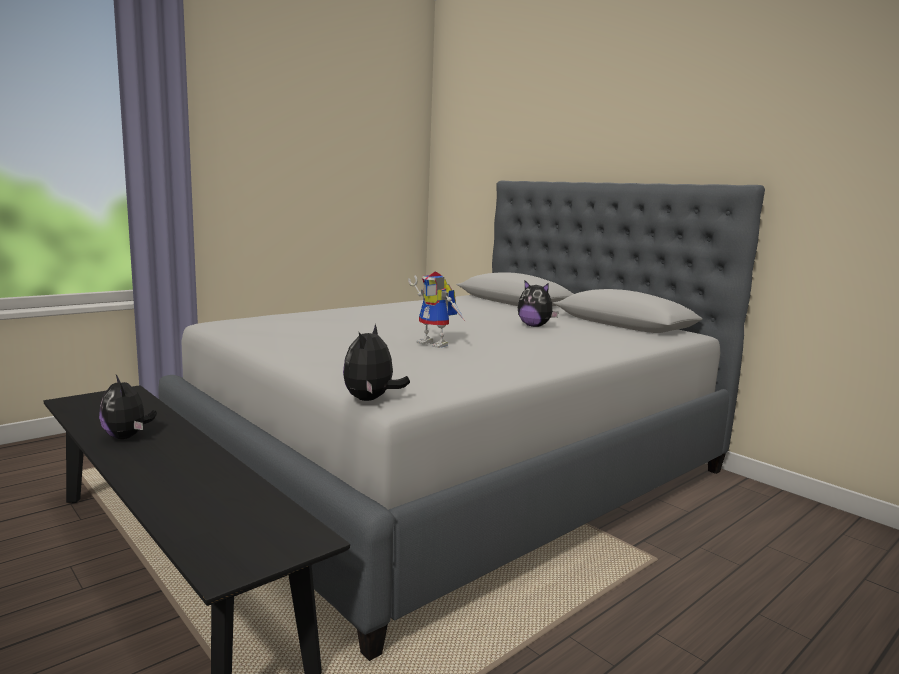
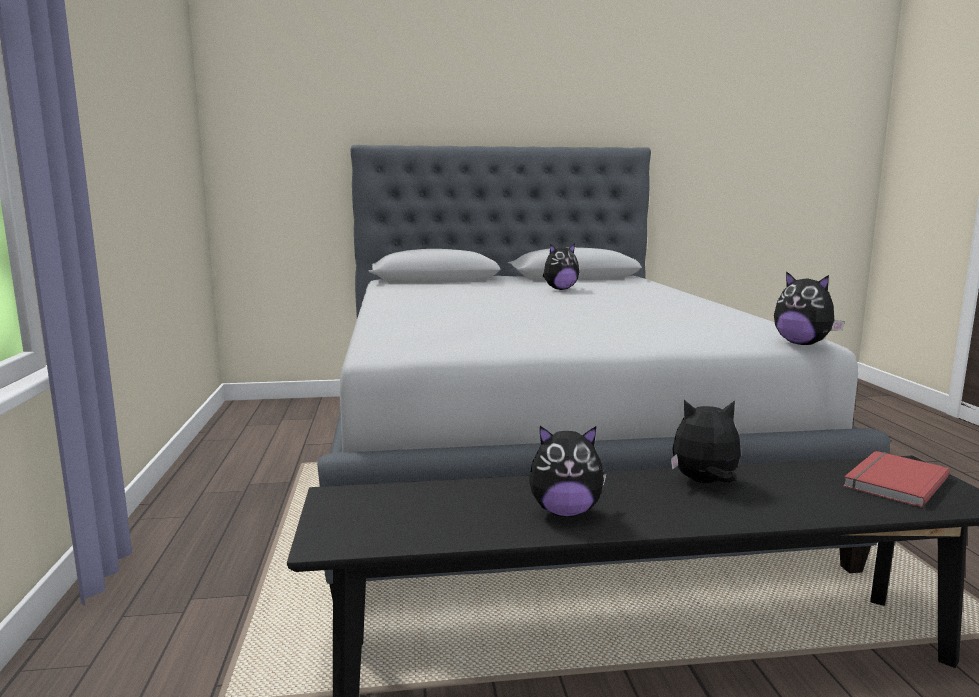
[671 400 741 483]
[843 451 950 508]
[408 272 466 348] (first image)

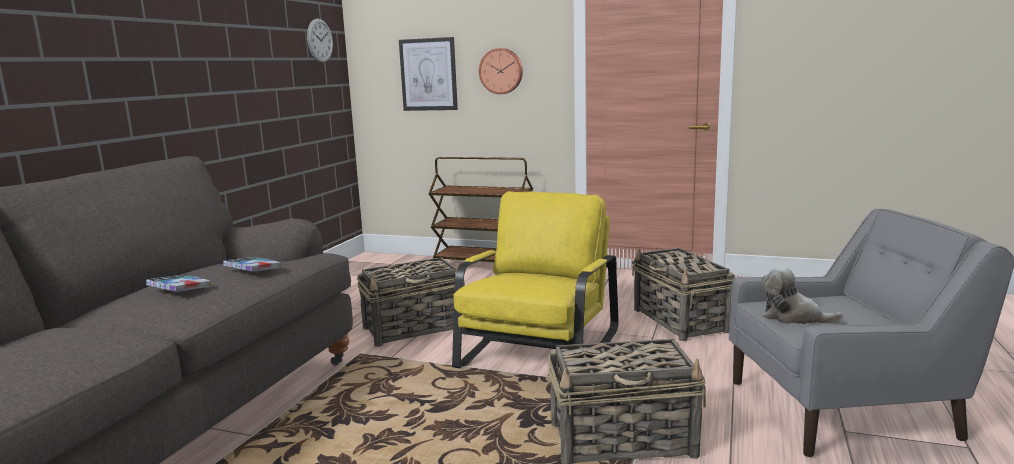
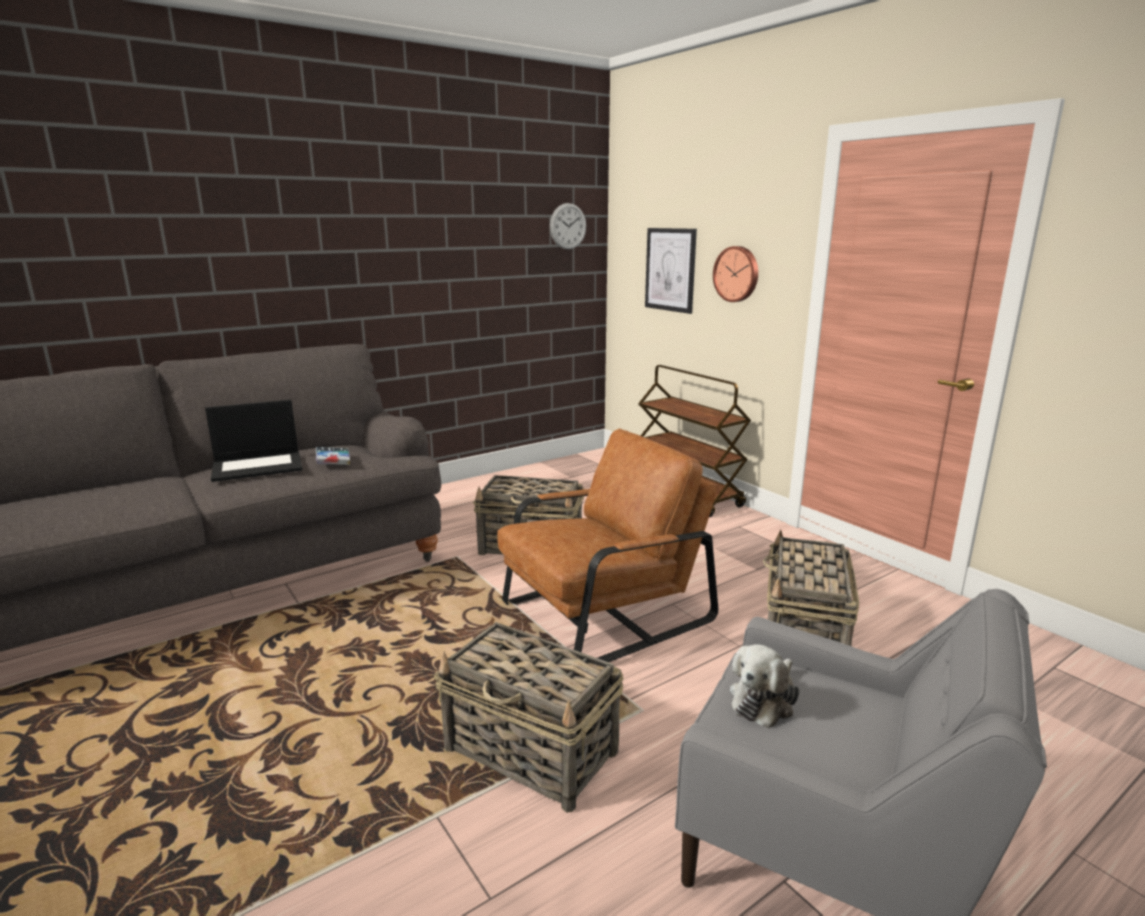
[205 400 302 482]
[497 428 718 662]
[730 644 800 728]

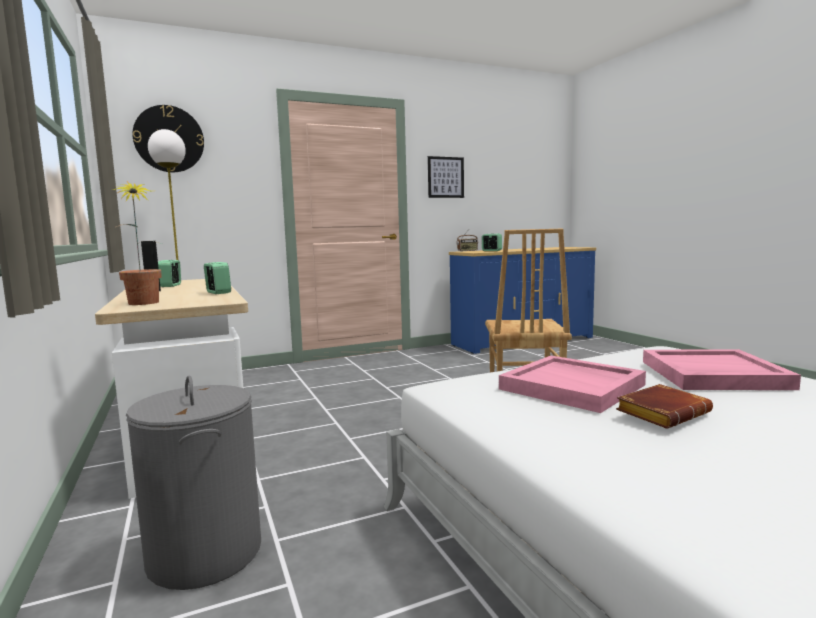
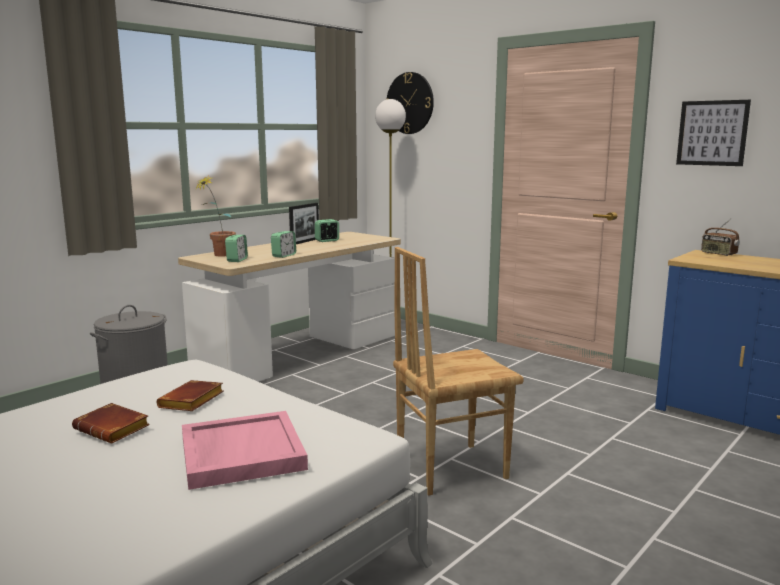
[157 380 224 411]
[225 235 248 262]

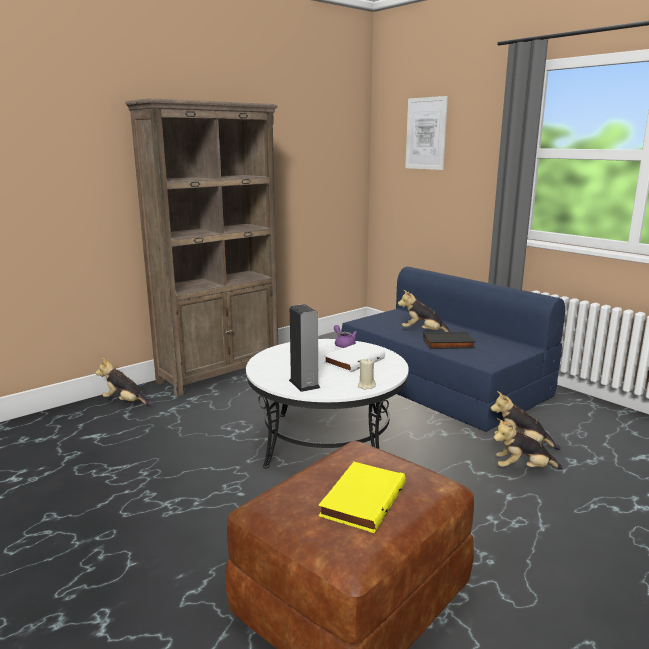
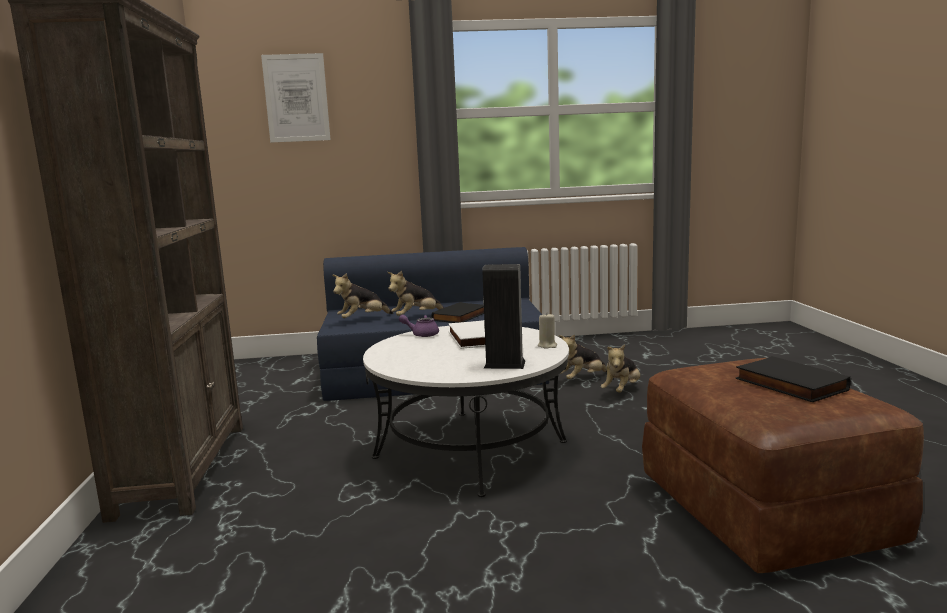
[332 273 393 318]
[735 356 851 402]

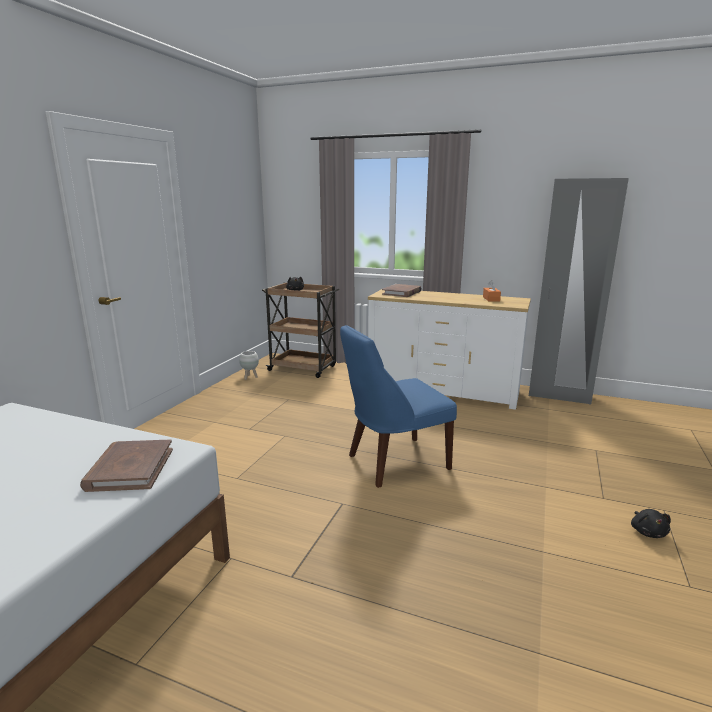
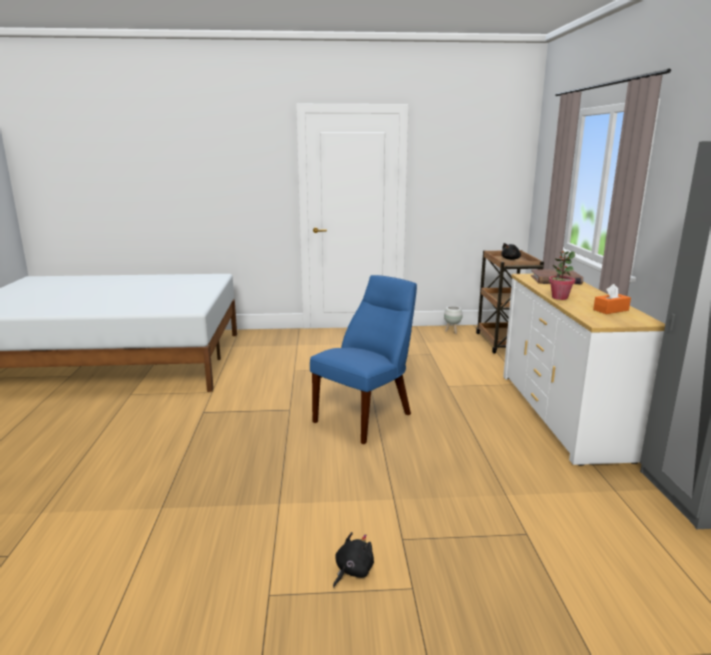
[310 275 417 444]
[333 532 374 587]
[549 251 575 300]
[80 439 173 492] (first image)

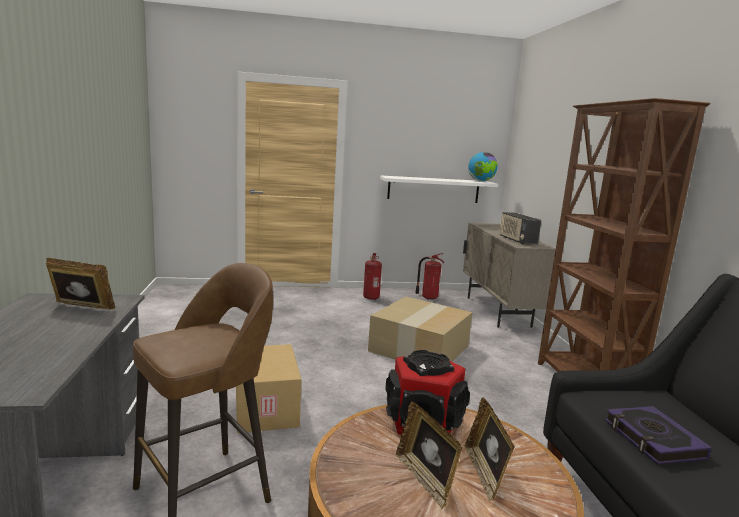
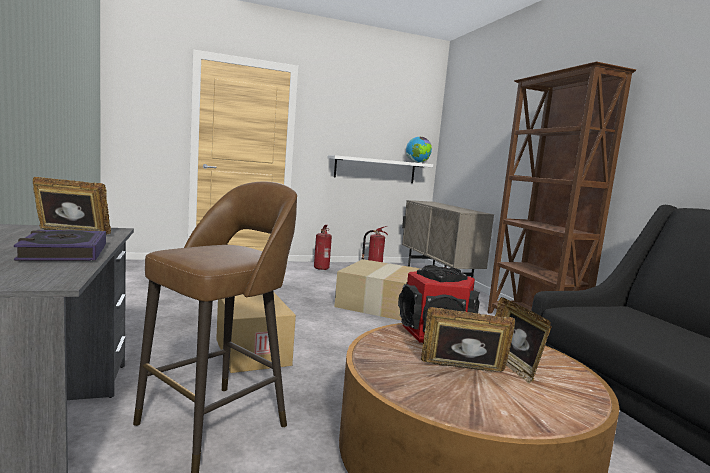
[14 230 106 261]
[421 307 515 372]
[499 212 541 245] (first image)

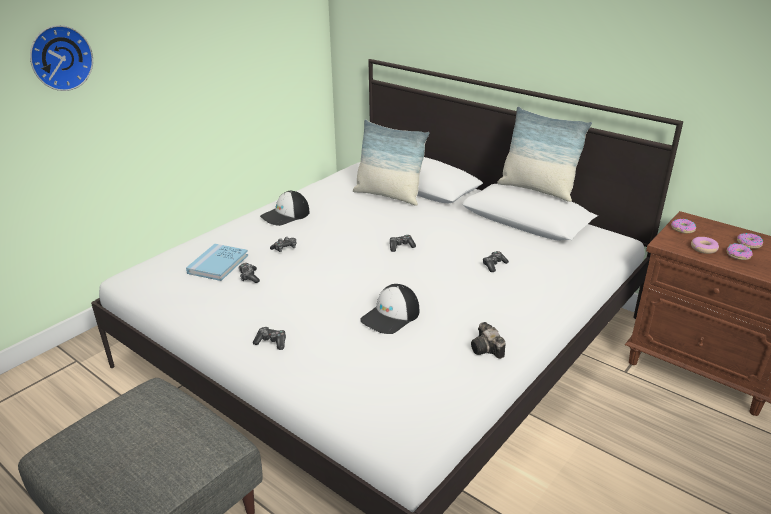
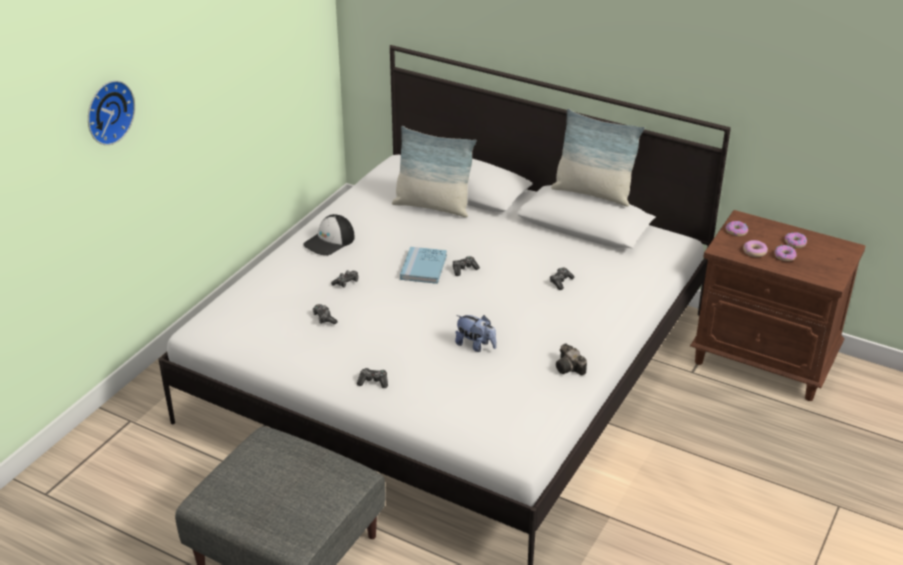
[400 246 447 284]
[455 315 497 352]

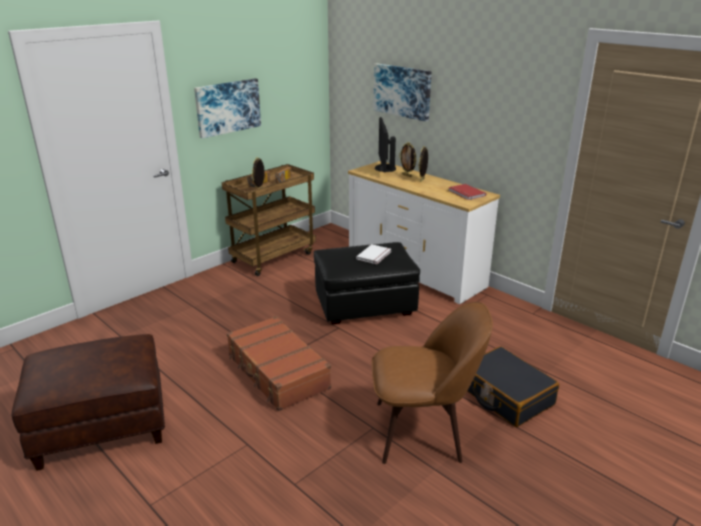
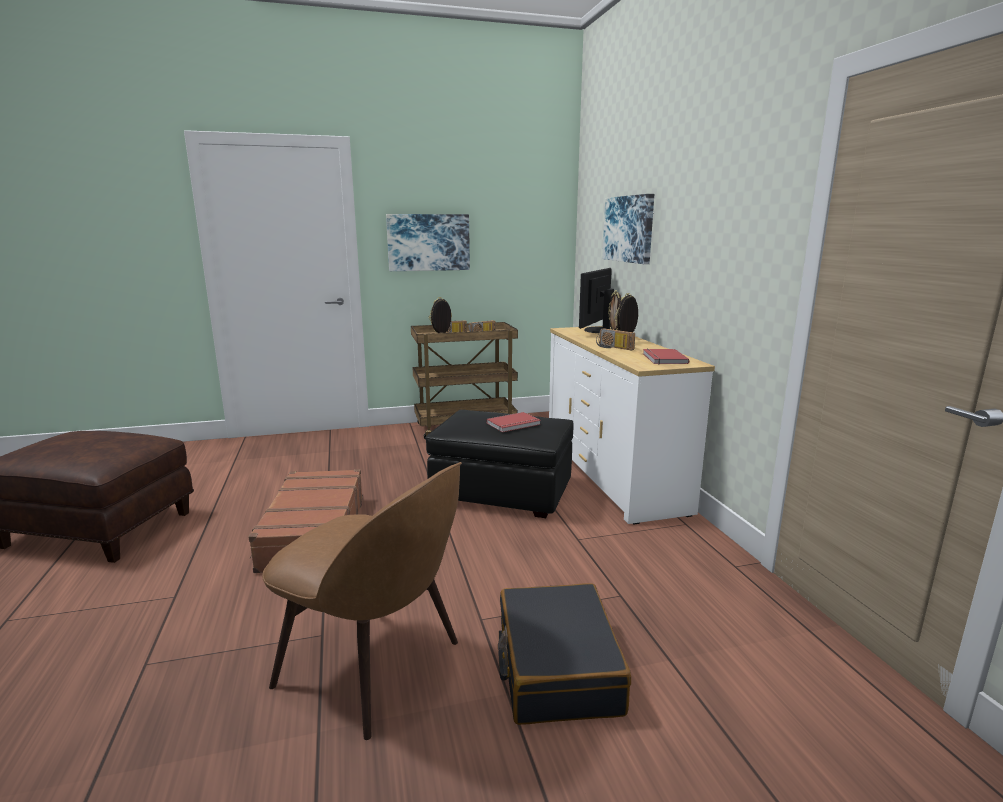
[486 412 541 432]
[596 328 635 350]

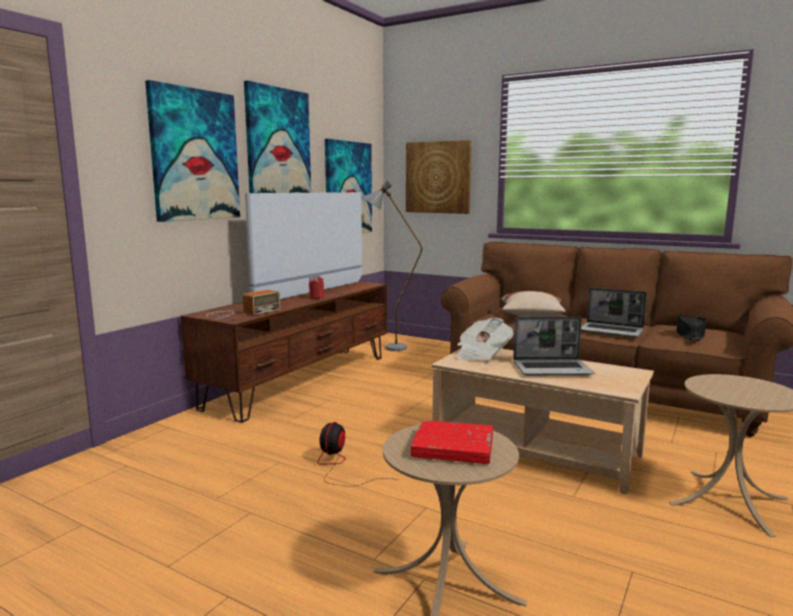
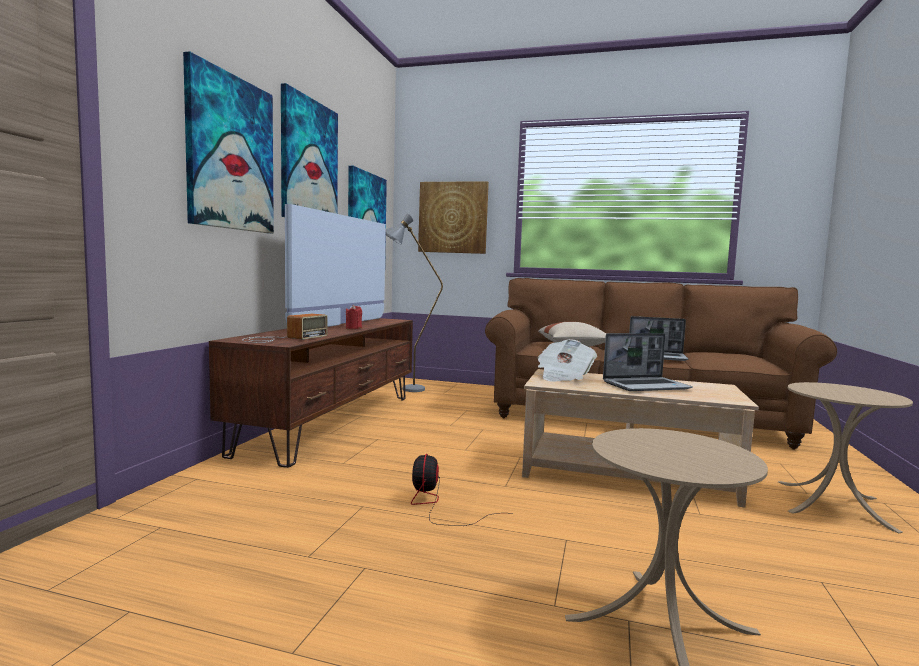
[410 420 493 464] (first image)
[677 313 707 340] (first image)

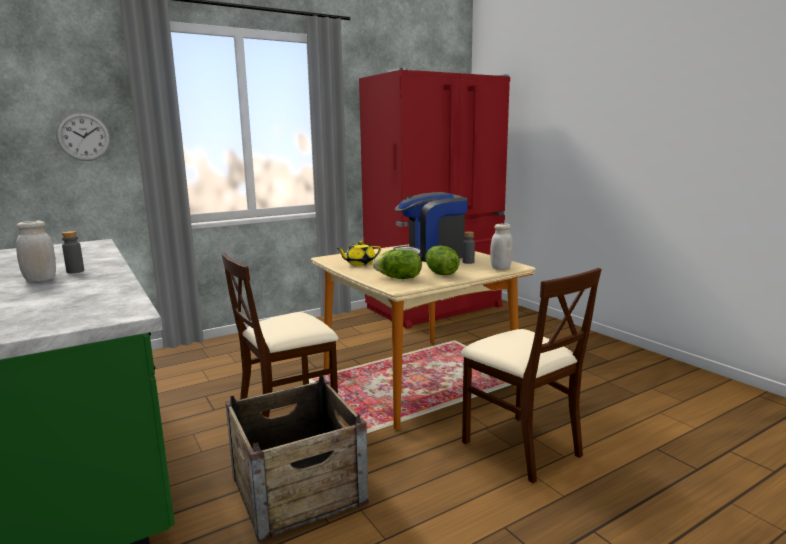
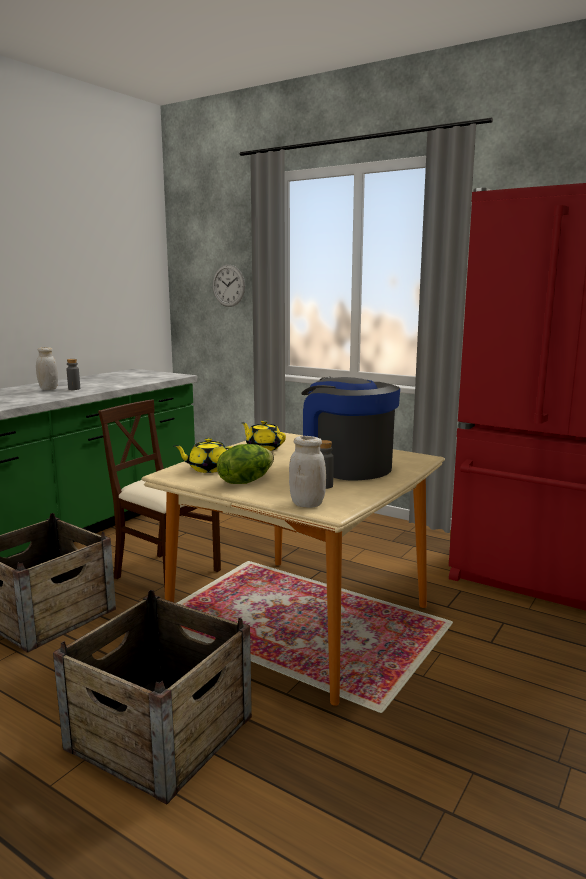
[53 590 252 804]
[174 438 232 473]

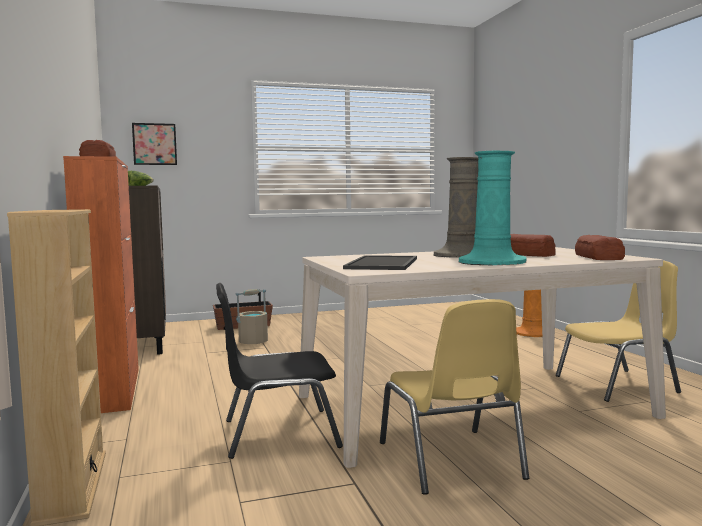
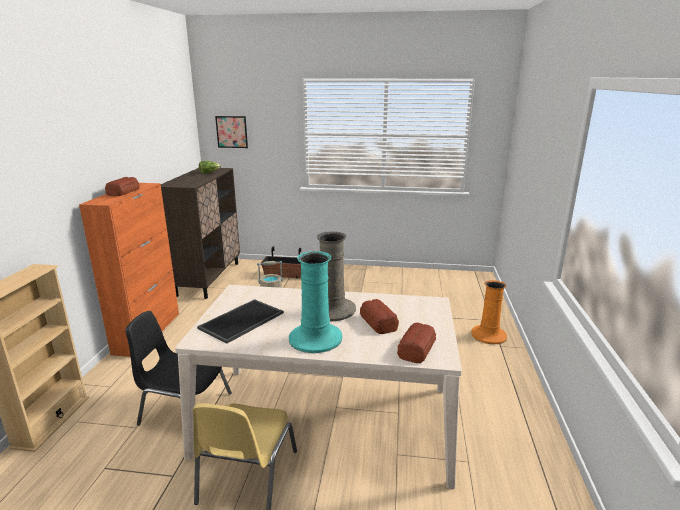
[556 260 681 402] (first image)

